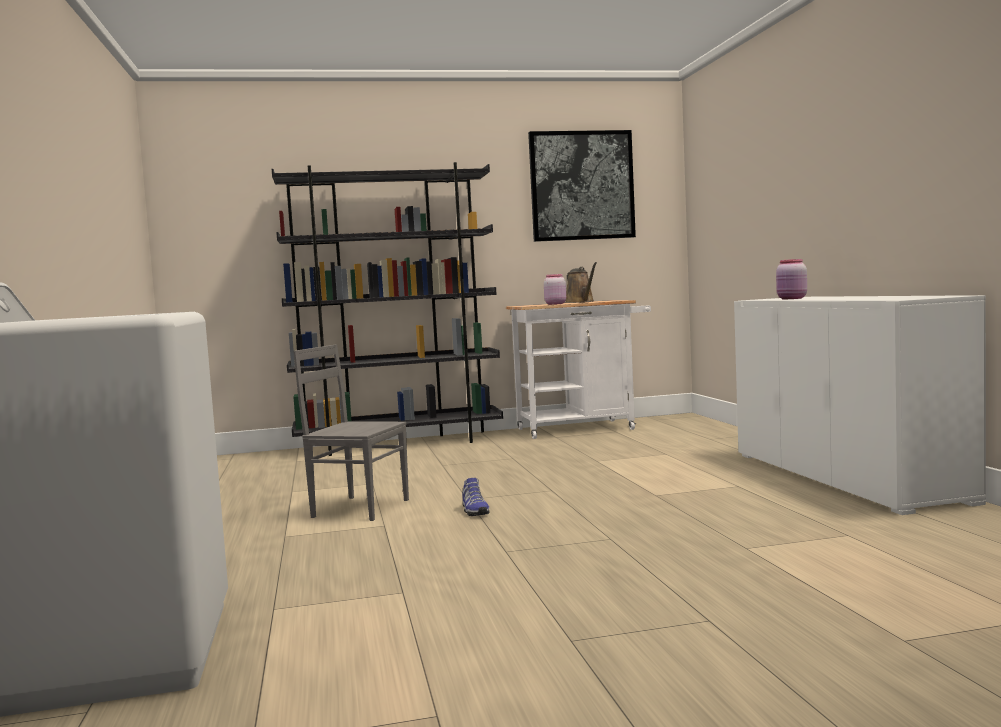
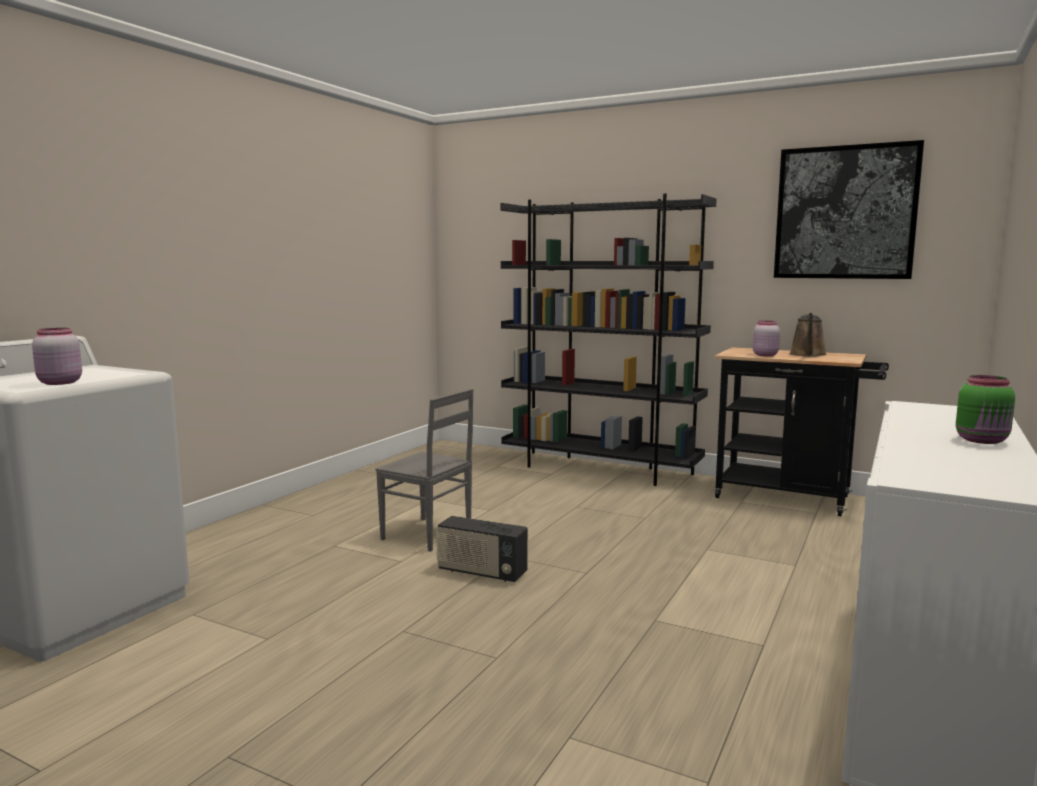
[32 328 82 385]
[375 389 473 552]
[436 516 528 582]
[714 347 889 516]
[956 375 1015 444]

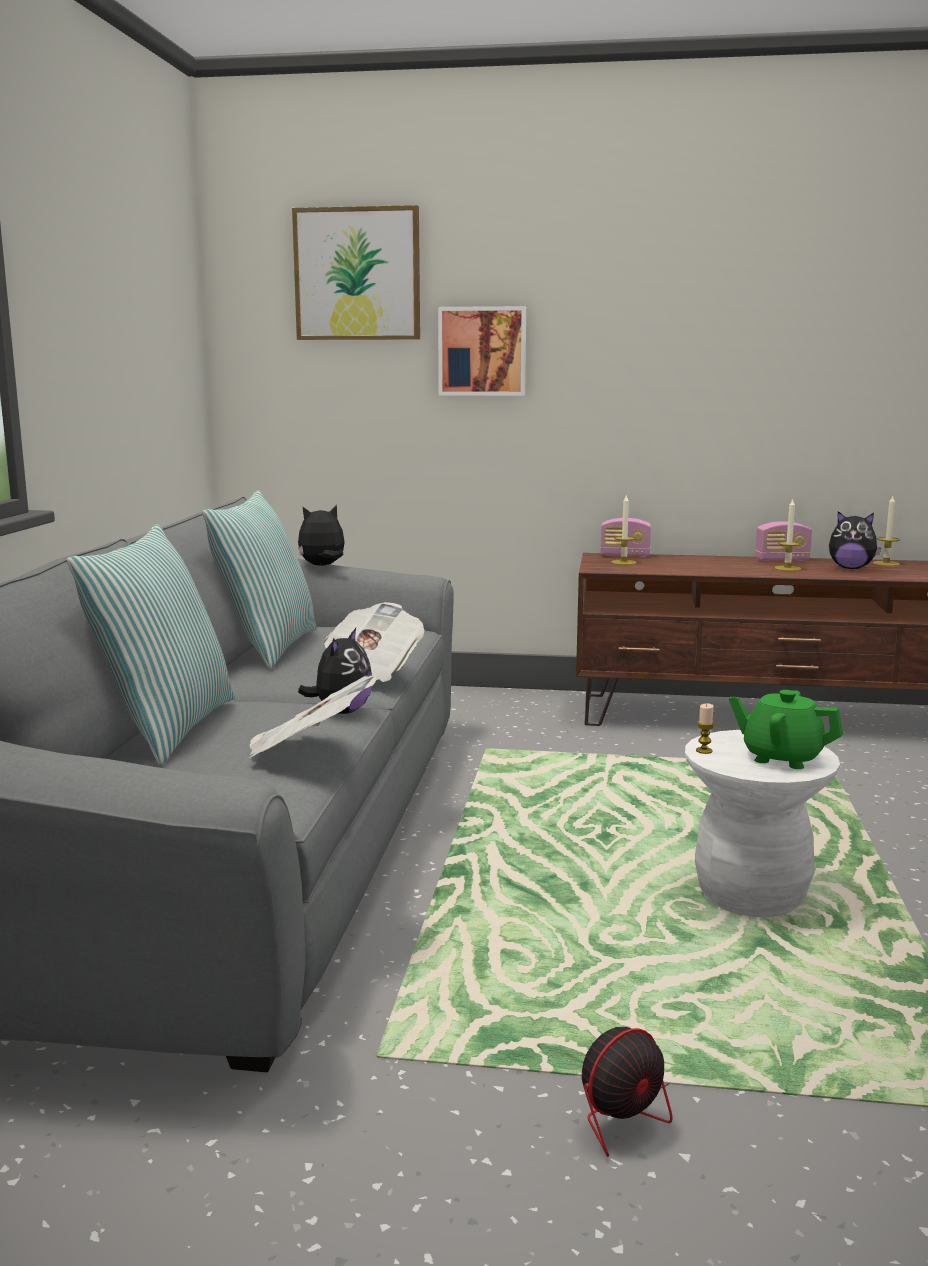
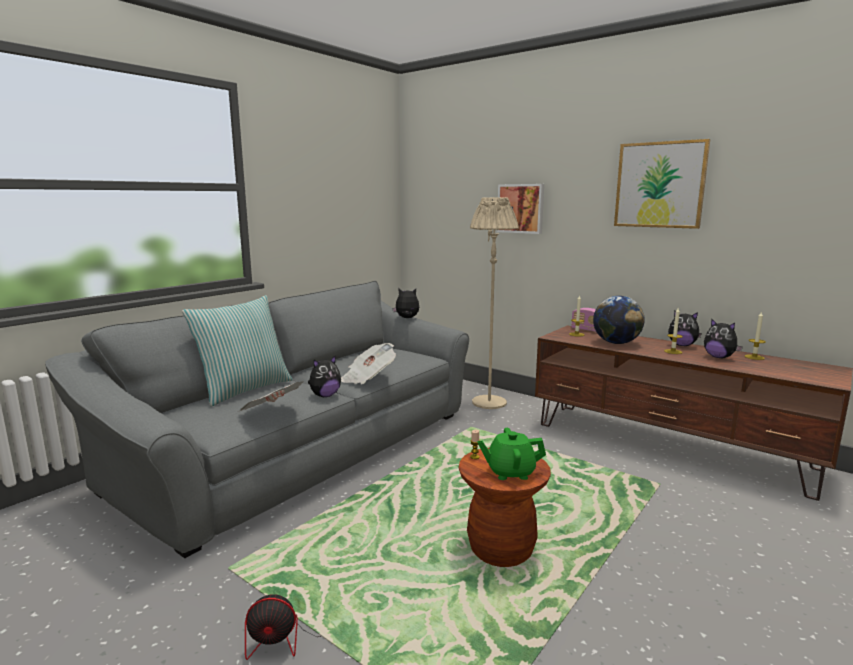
[459 448 551 567]
[470 197 519 409]
[477 428 546 480]
[593 296 645 344]
[614 139 710 229]
[668 311 702 346]
[203 490 317 669] (first image)

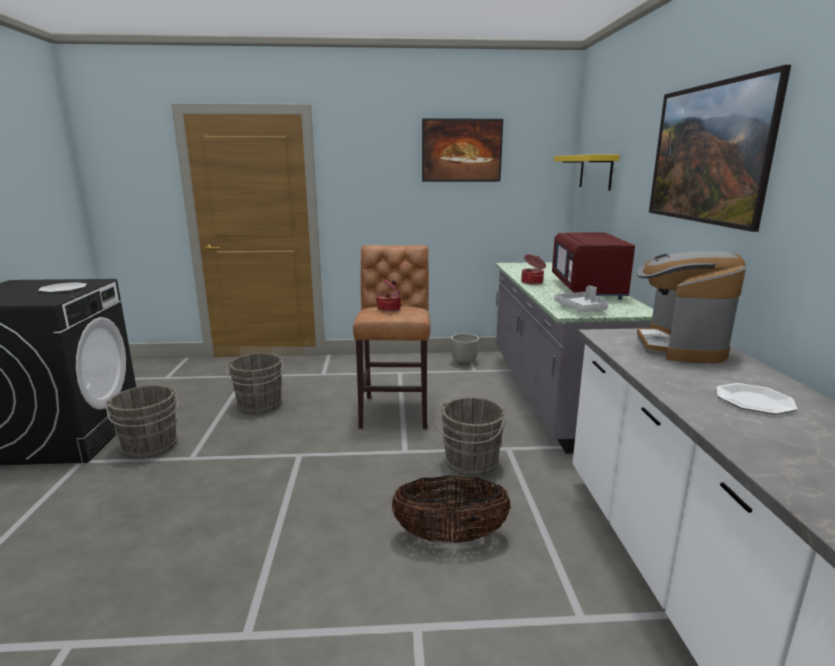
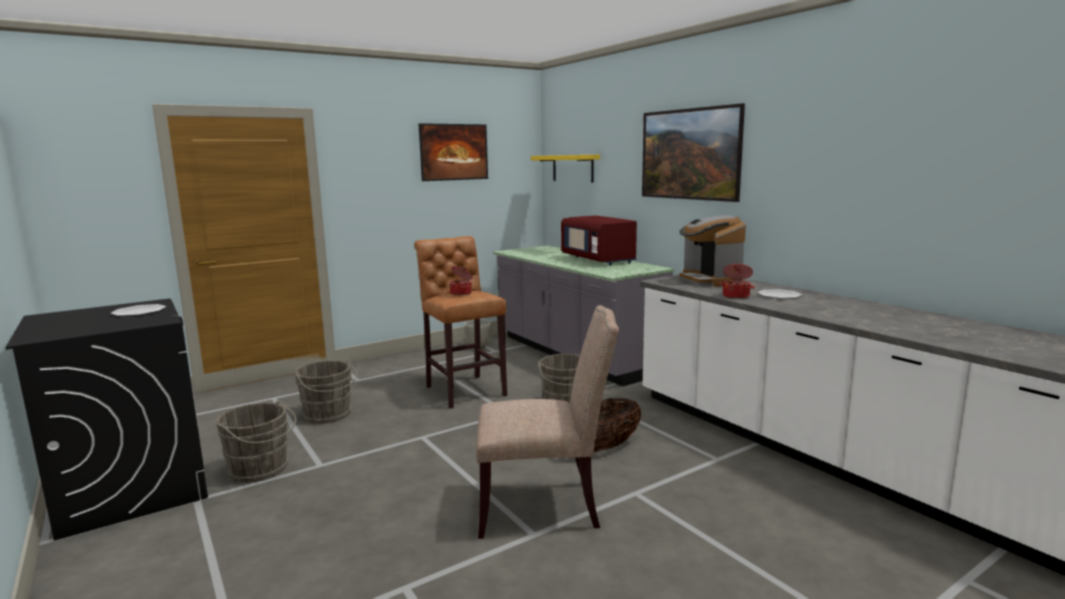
[476 305 619 539]
[719 264 755 299]
[554 286 608 312] (first image)

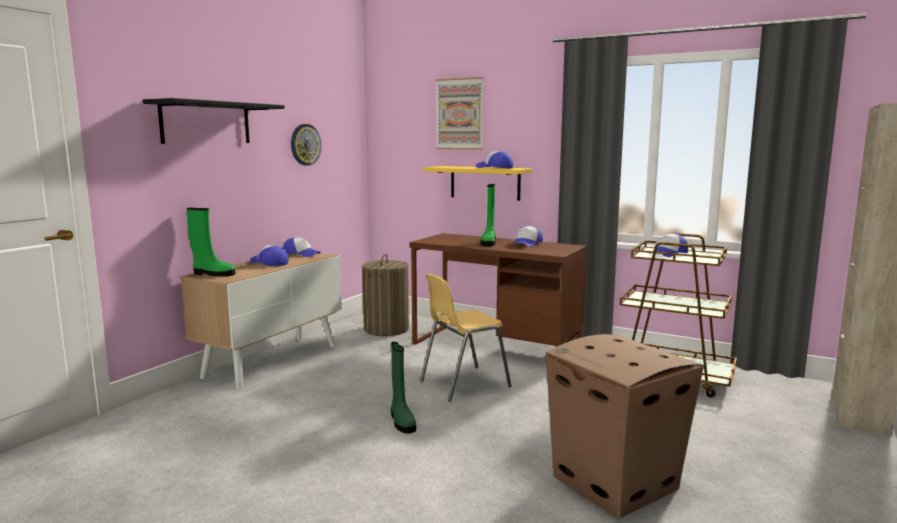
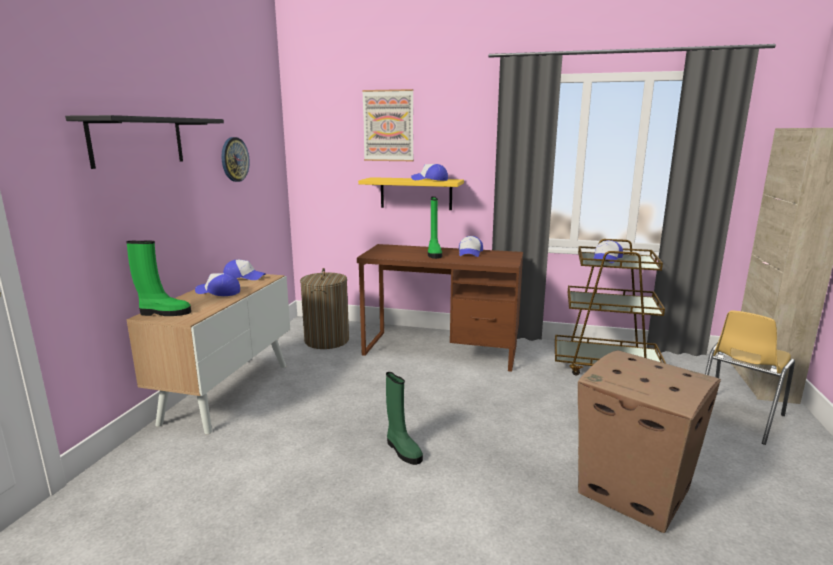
[705 311 795 445]

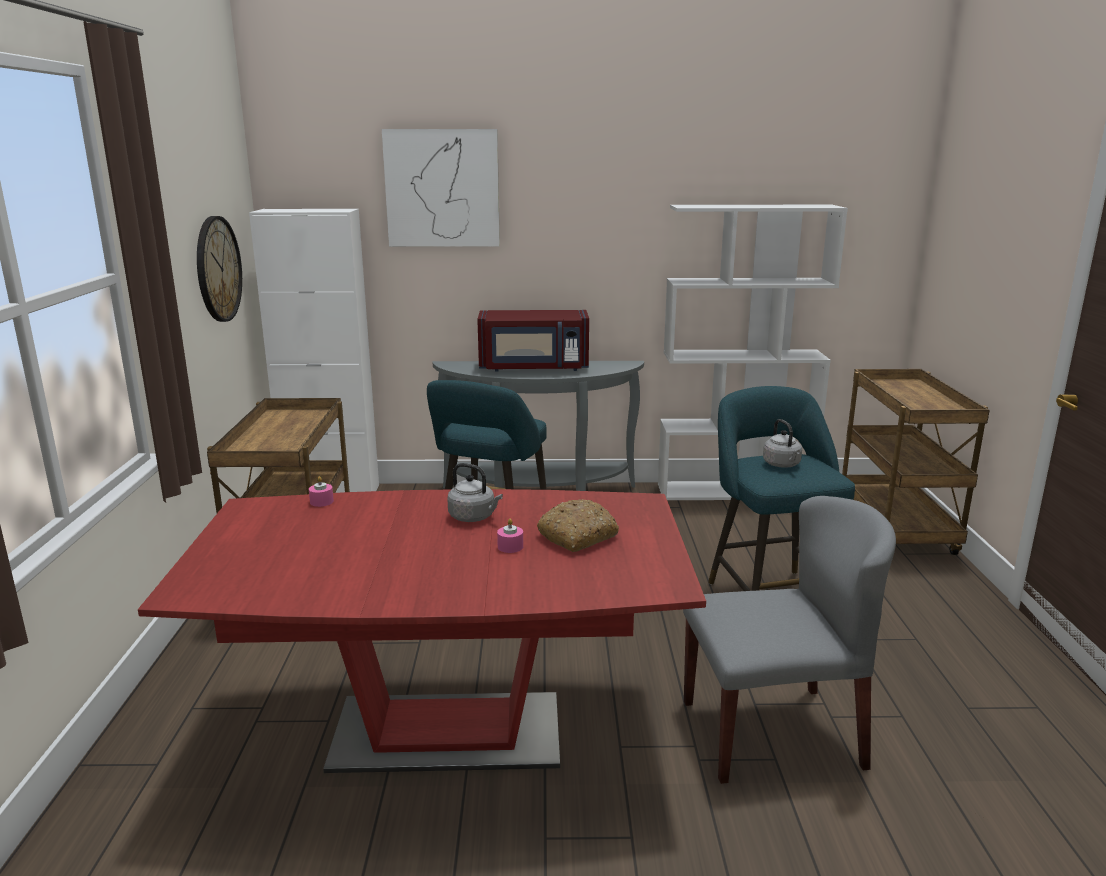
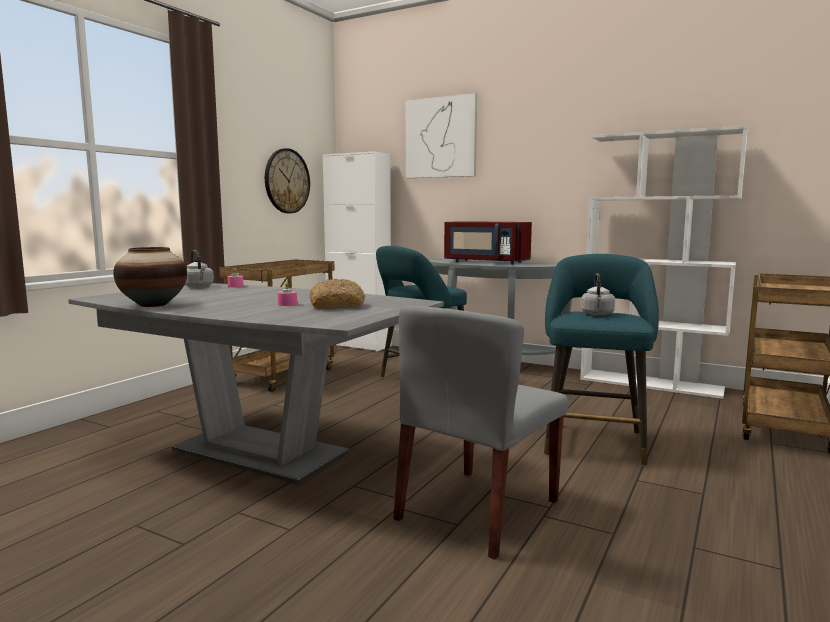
[68 283 444 484]
[113 247 187 307]
[185 250 214 288]
[393 305 568 560]

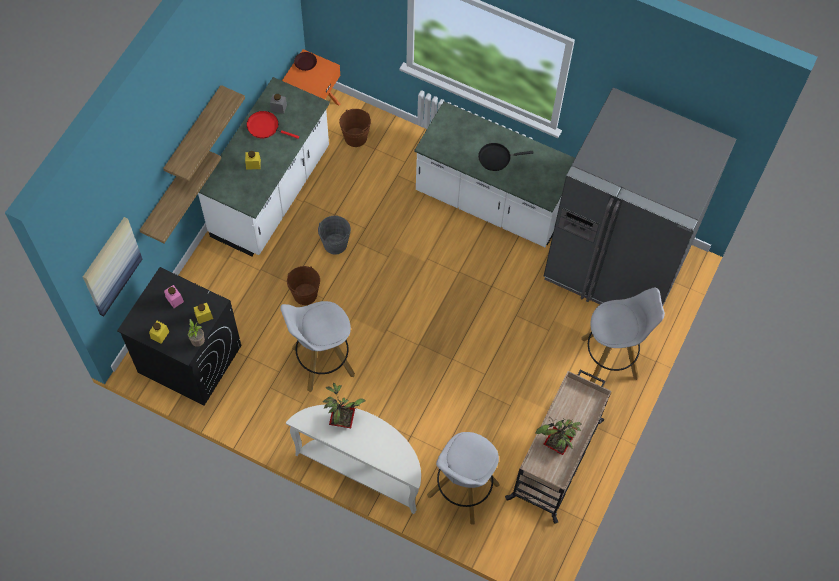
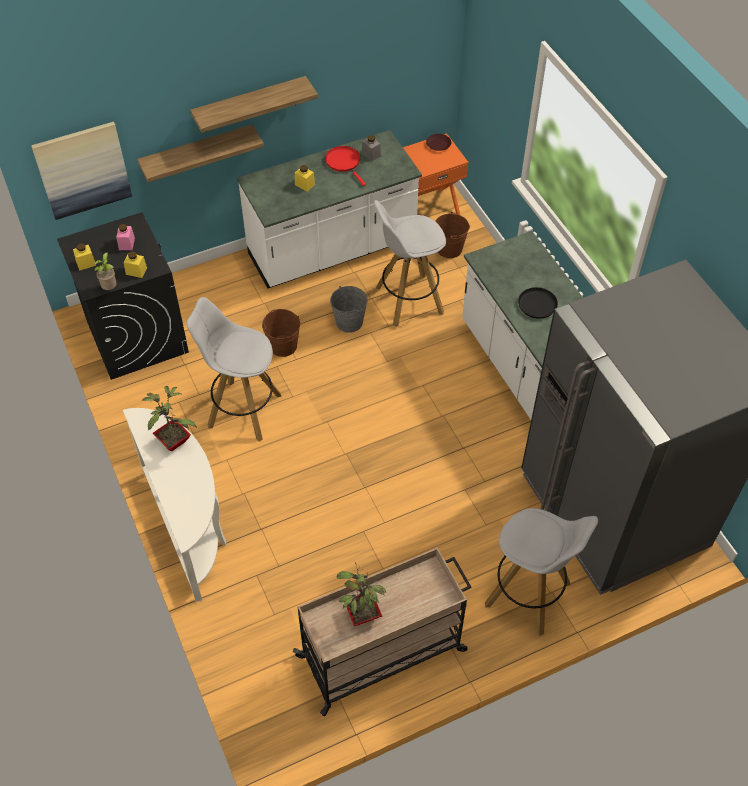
[374 200 446 327]

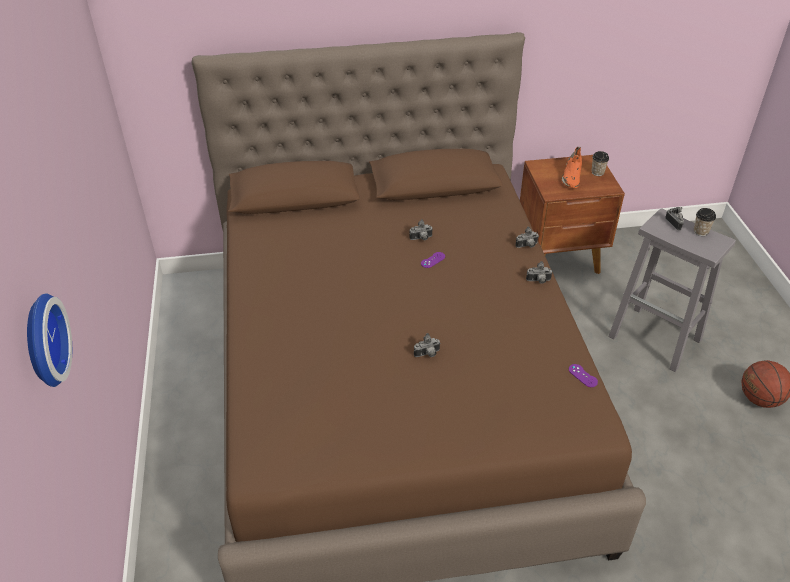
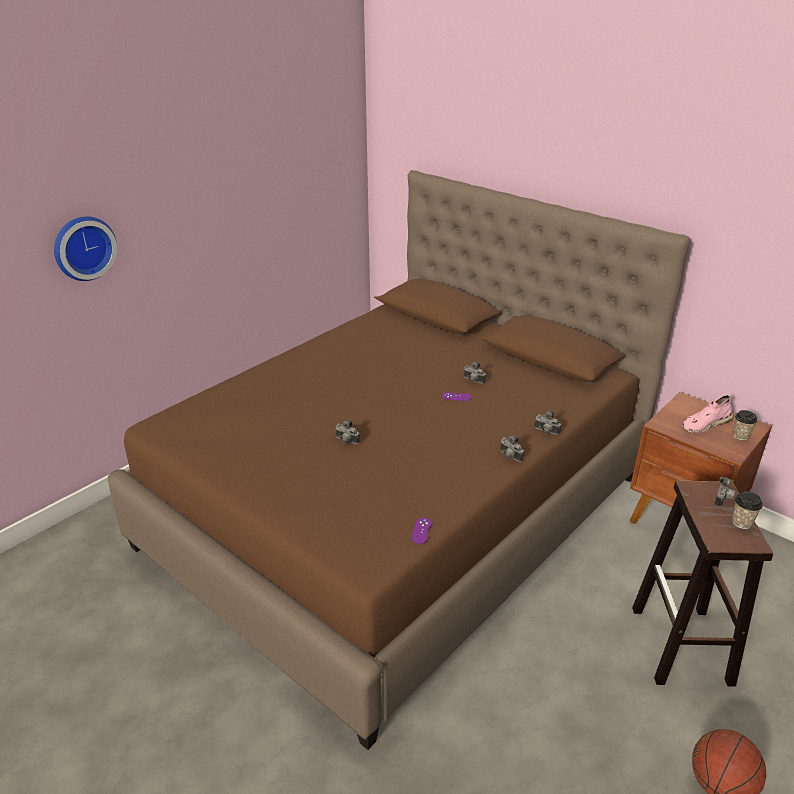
[632 481 773 687]
[682 395 734 433]

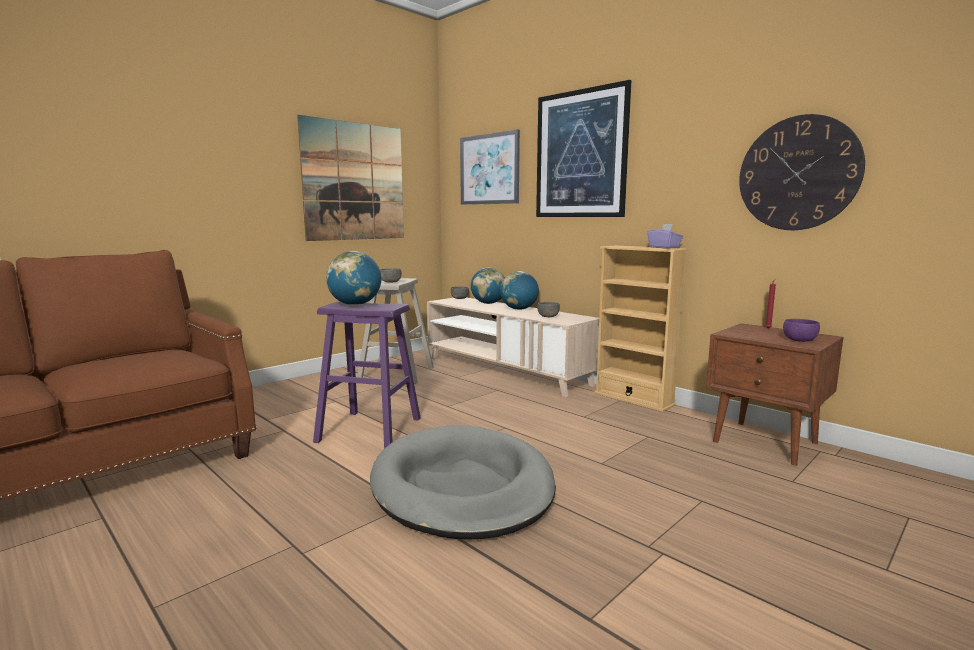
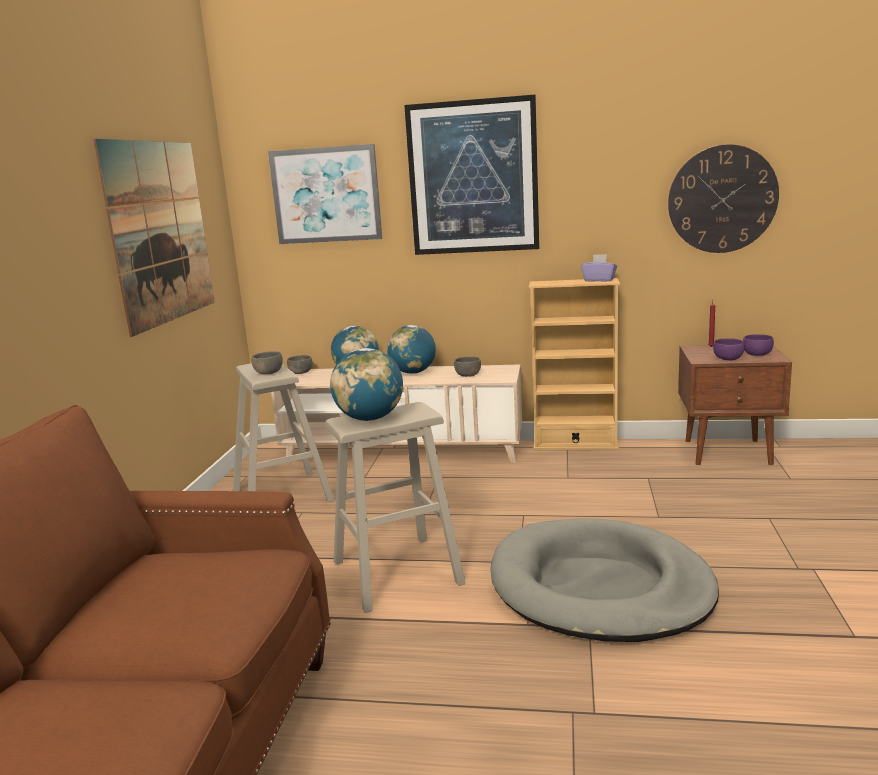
[325 402 466 613]
[713 338 745 360]

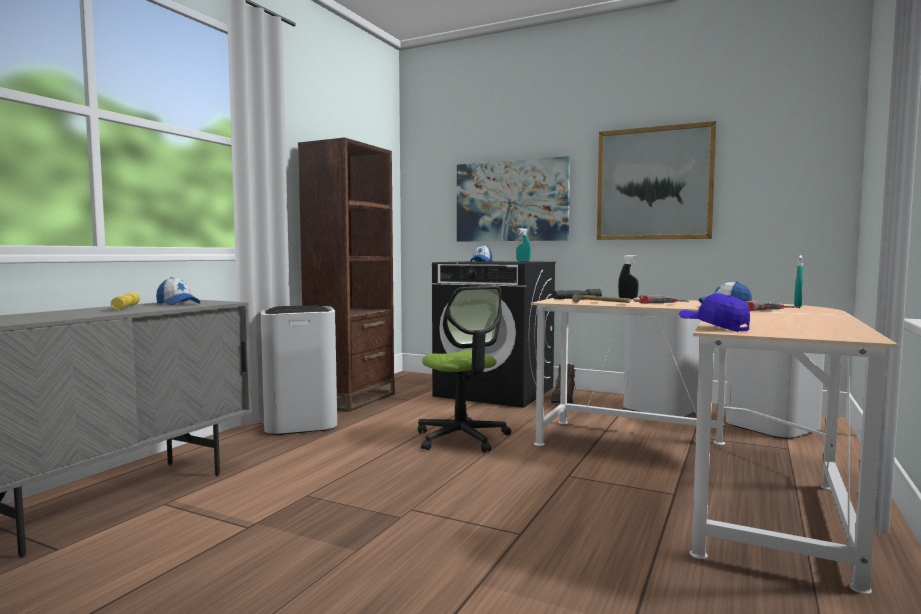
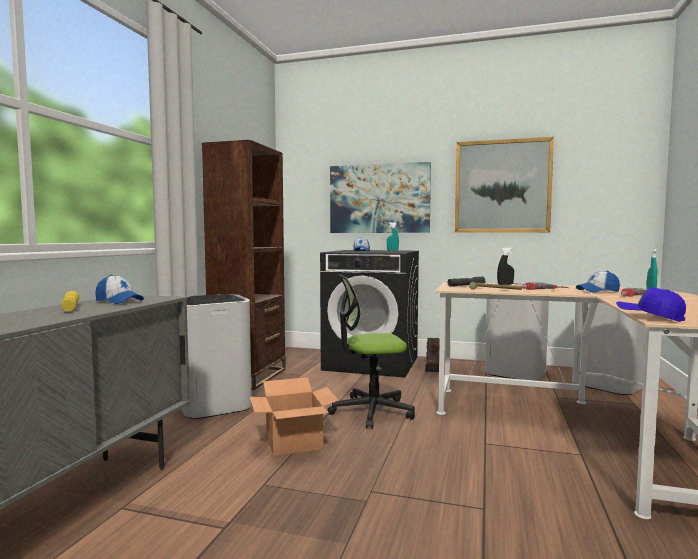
[250 377 339 456]
[328 274 415 429]

